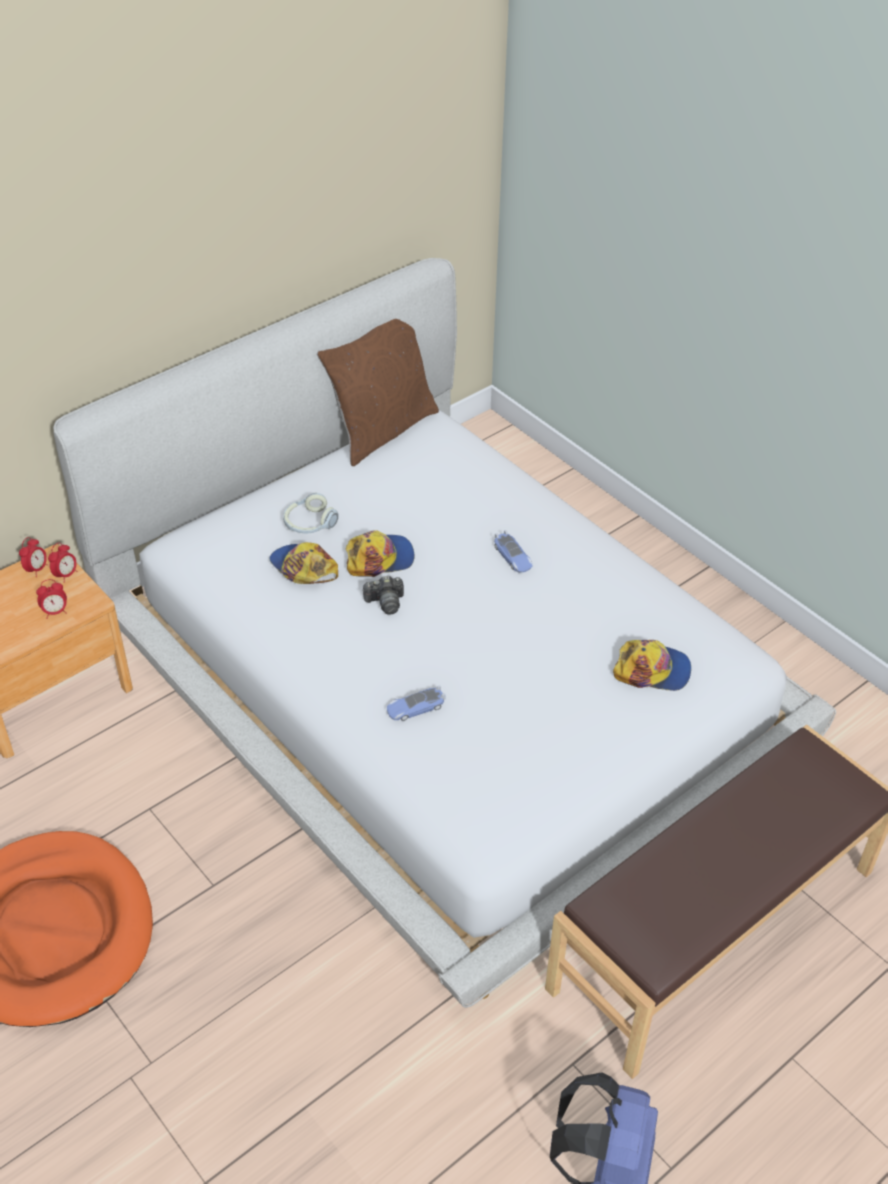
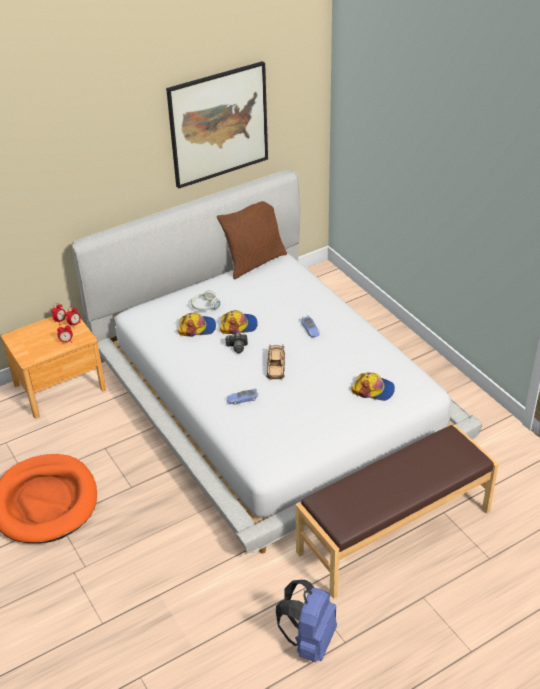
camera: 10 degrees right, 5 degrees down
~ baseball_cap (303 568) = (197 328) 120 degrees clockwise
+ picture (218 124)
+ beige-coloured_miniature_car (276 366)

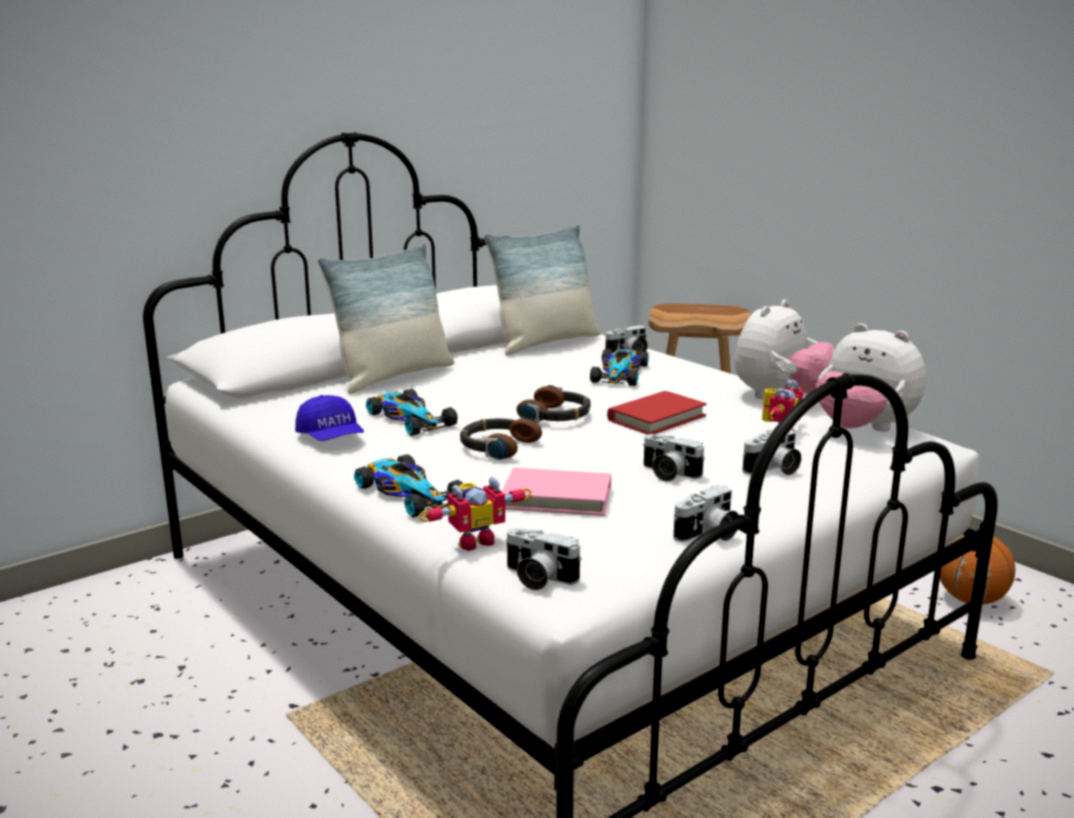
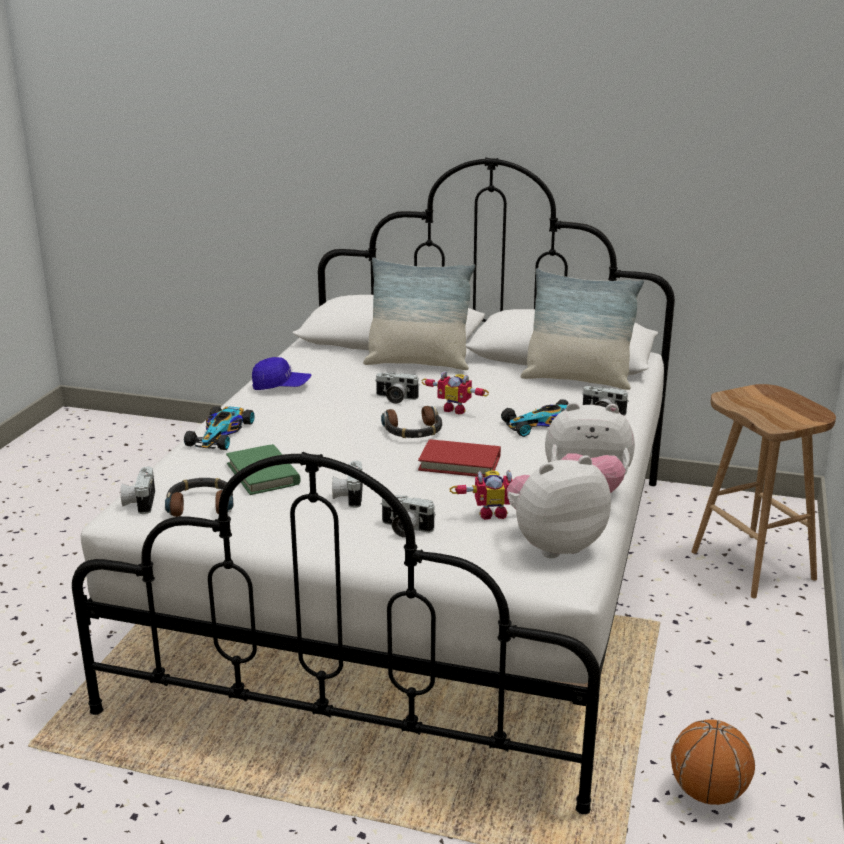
camera: 55 degrees right, 5 degrees up
~ soft_toy (863 429) = (554 545) 60 degrees clockwise
- miniature_car (410 419)
~ bluish_baseball_cap (331 438) = (281 386) 105 degrees counterclockwise
~ headphones (497 446) to (201 505)
~ pink-coloured_volume (557 497) to green_volume (263 474)
~ model_robot (474 541) to (456 409)
~ still_camera (708 534) to (395 398)

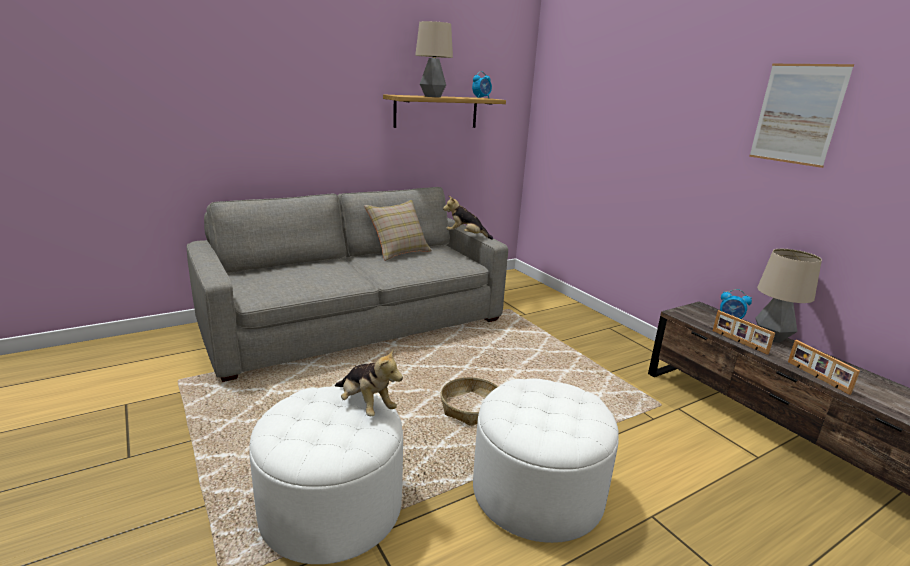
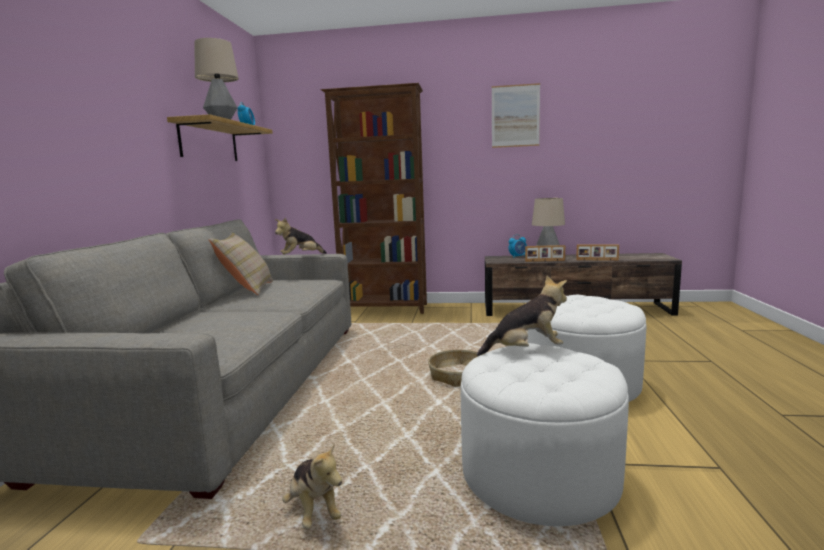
camera: 50 degrees left, 10 degrees down
+ brownish_bookcase (385 309)
+ soft_toy (313 510)

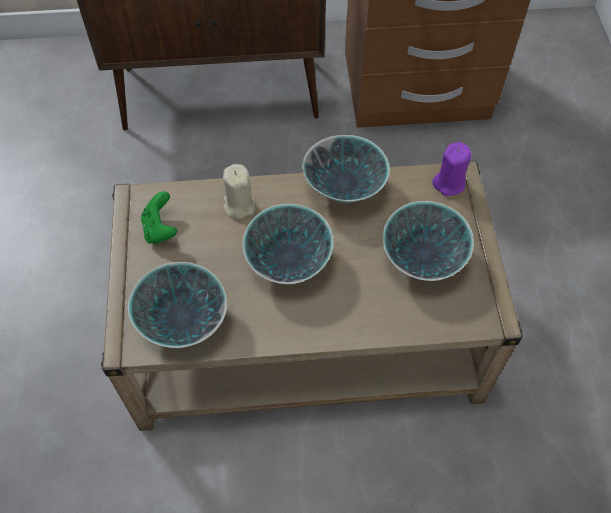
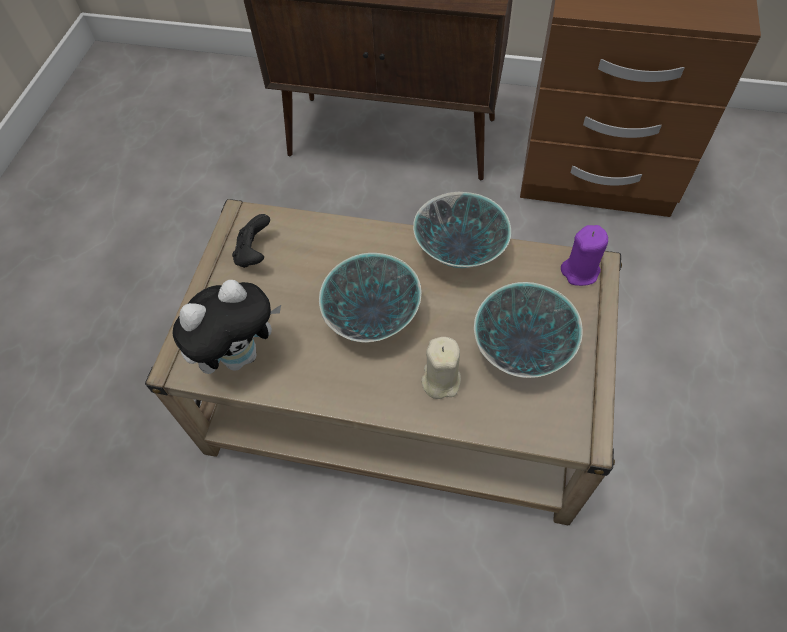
camera: 20 degrees right, 0 degrees up
~ beige-coloured_candle (239 205) to (440 380)
~ green_joypad (160 229) to blackish_joypad (254 254)
~ deep_dish (182 321) to soft_toy (241 354)

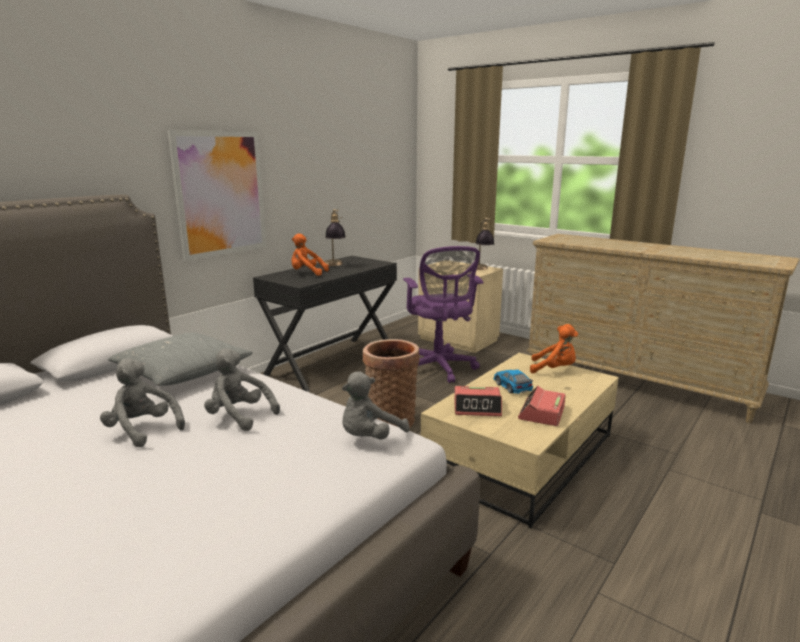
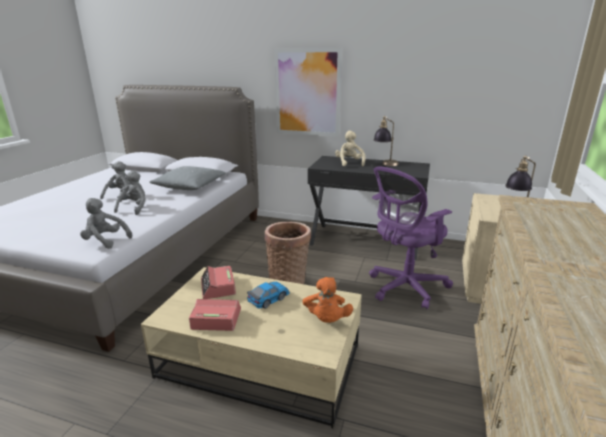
camera: 70 degrees right, 5 degrees up
~ orange-coloured_soft_toy (307 273) to beige-coloured_soft_toy (349 163)

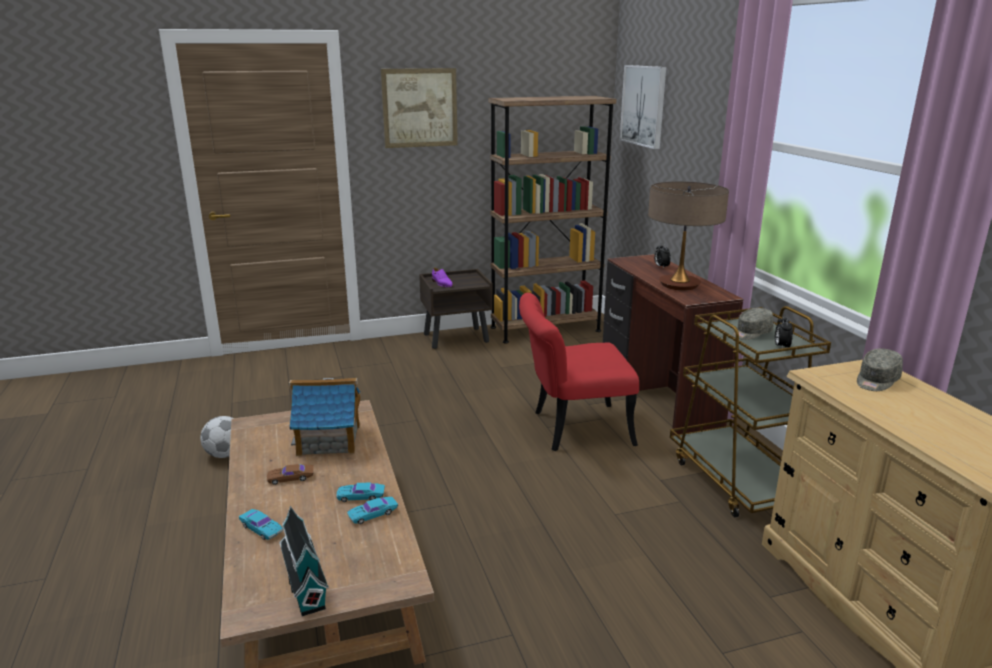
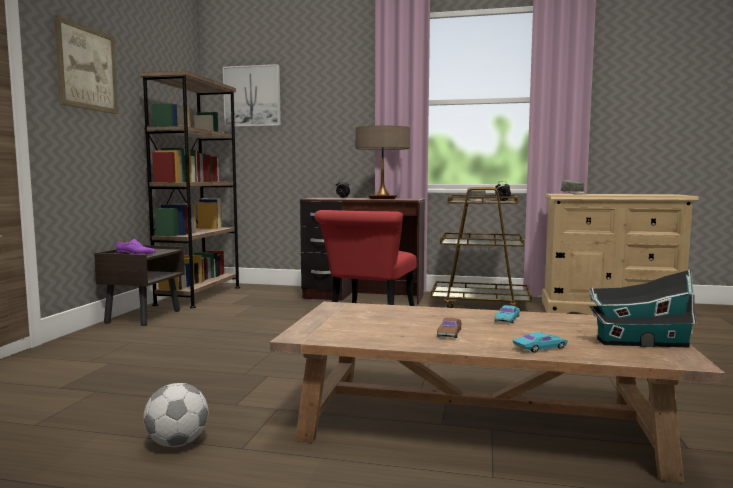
camera: 60 degrees left, 15 degrees down
- model_house (329 440)
- turquoise-coloured_miniature_car (373 514)

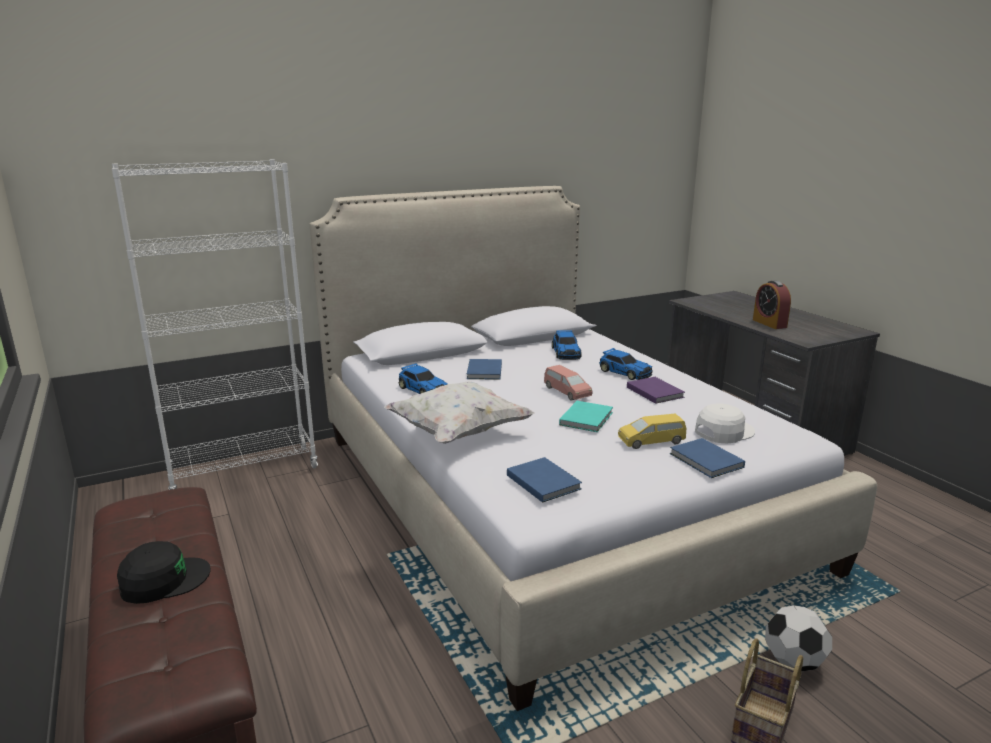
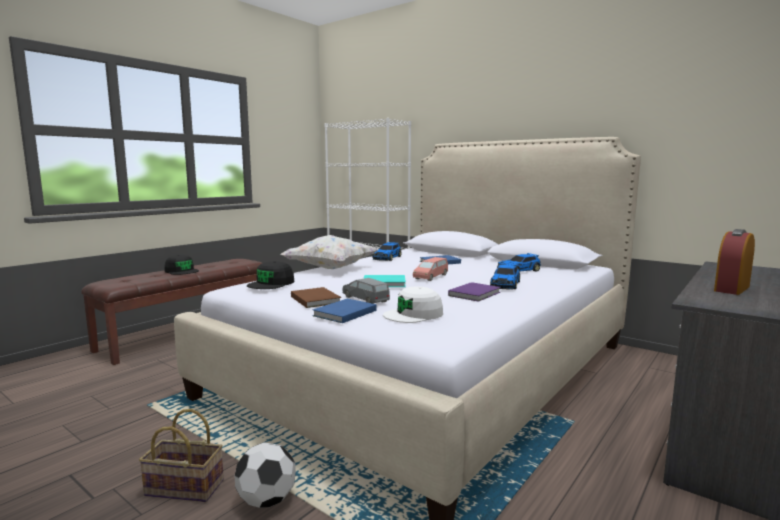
camera: 65 degrees right, 10 degrees down
~ white_baseball_cap (723 431) = (414 314) 120 degrees clockwise
~ yellow_miniature_car (651 441) to grey_miniature_car (365 299)
~ bluish_volume (543 481) to blackish_baseball_cap (271 283)
+ brownish_volume (315 299)

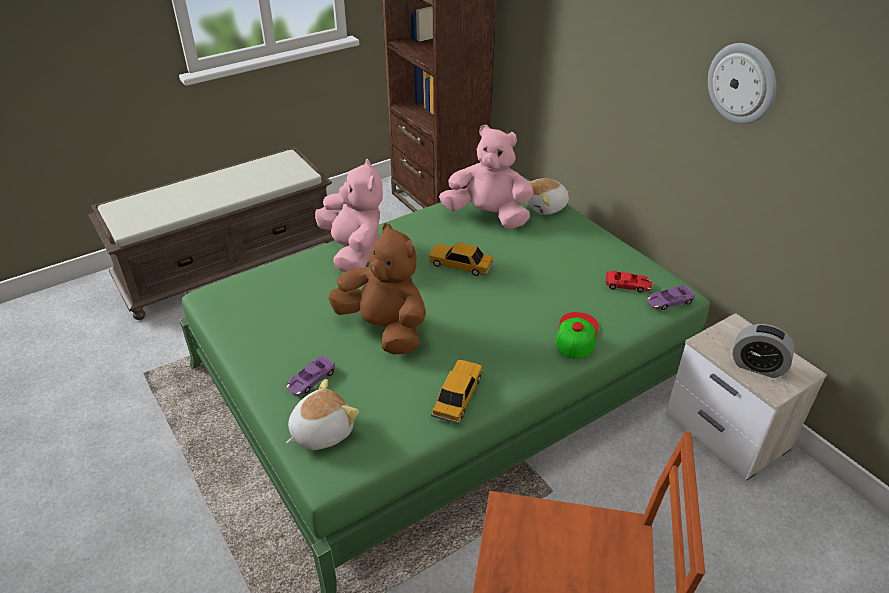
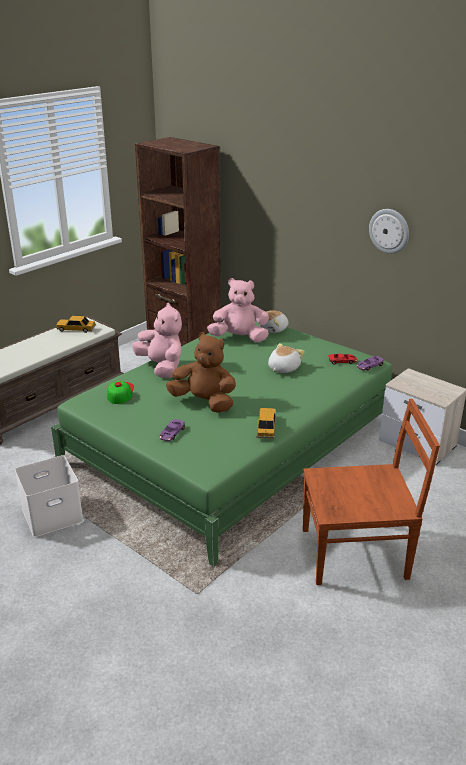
camera: 15 degrees left, 10 degrees down
~ miniature_car (460 265) to (76 329)
~ baseball_cap (576 334) to (120 392)
- bedside_clock (757 366)
~ soft_toy (321 431) to (283 368)
+ white_storage_bin (53 514)

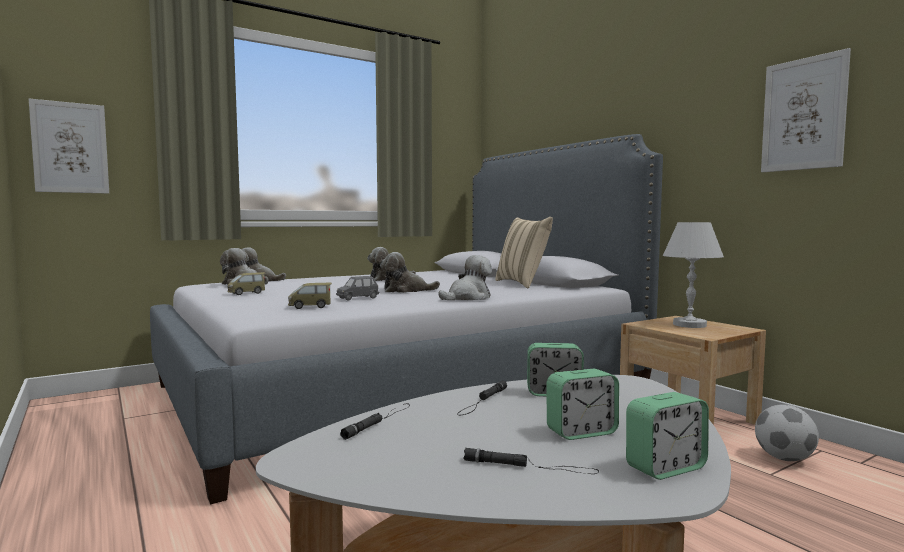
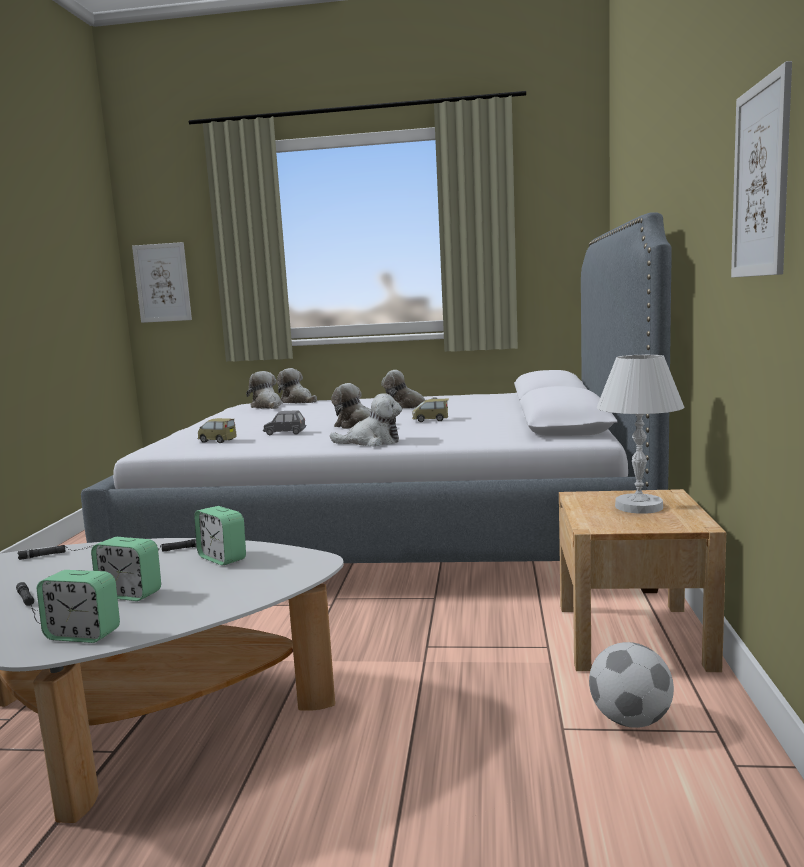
camera: 40 degrees right, 5 degrees up
- beige-coloured_throw_pillow (523 284)
~ miniature_car (246 293) to (430 420)

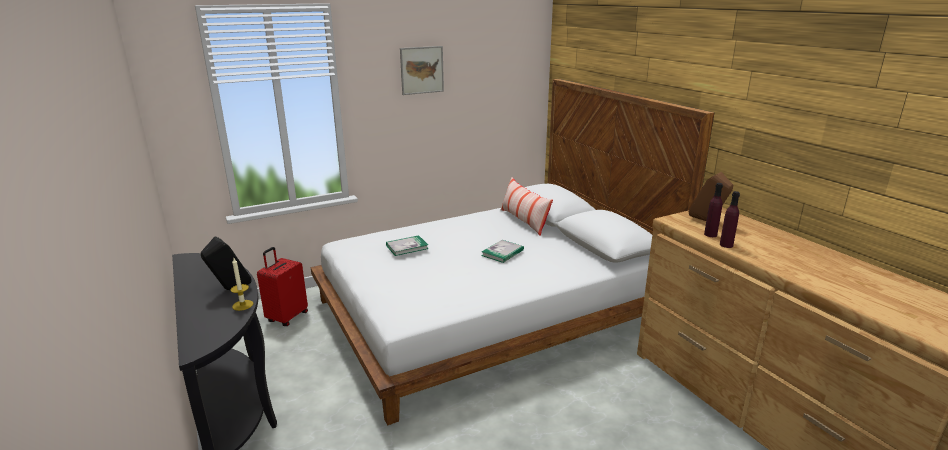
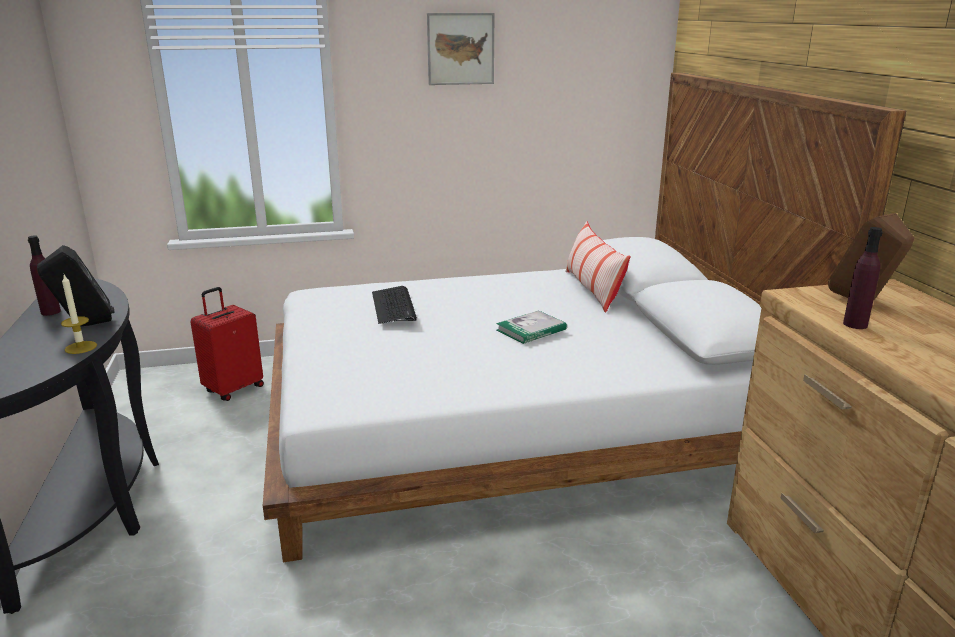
camera: 15 degrees right, 0 degrees up
~ purplish_beverage_bottle (726 245) to (50 312)
~ volume (407 247) to PC_keyboard (394 306)

